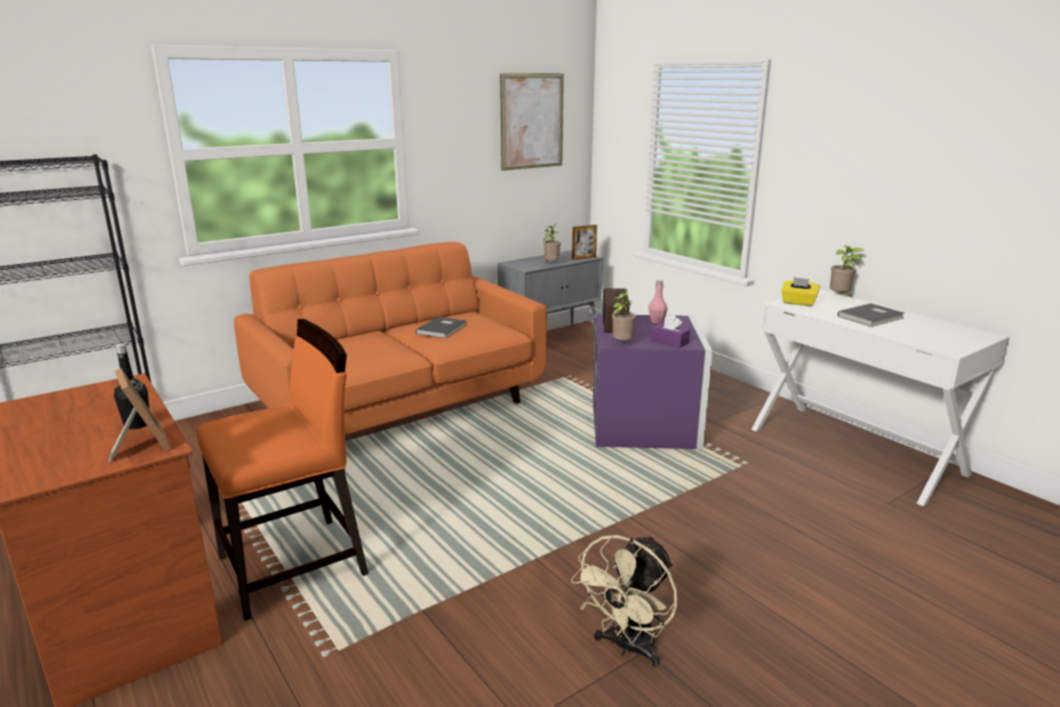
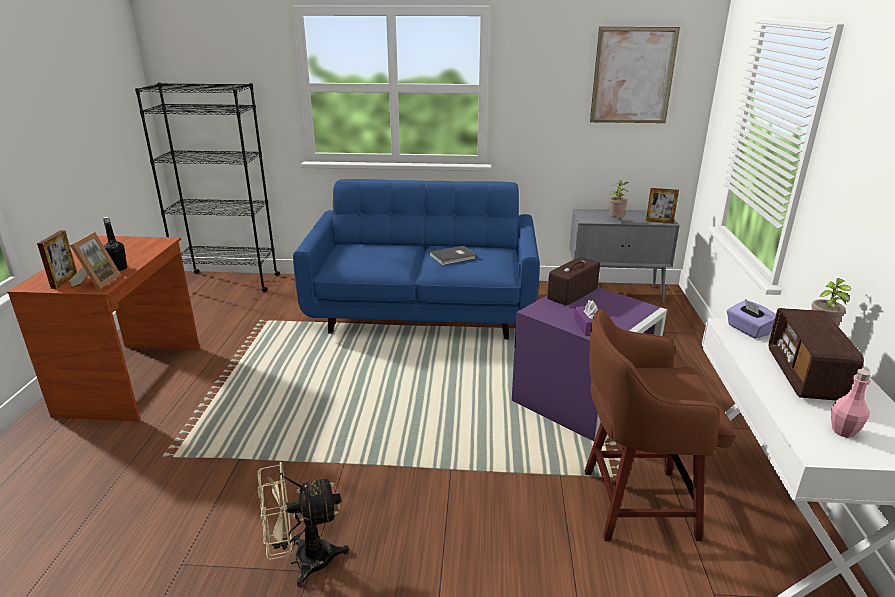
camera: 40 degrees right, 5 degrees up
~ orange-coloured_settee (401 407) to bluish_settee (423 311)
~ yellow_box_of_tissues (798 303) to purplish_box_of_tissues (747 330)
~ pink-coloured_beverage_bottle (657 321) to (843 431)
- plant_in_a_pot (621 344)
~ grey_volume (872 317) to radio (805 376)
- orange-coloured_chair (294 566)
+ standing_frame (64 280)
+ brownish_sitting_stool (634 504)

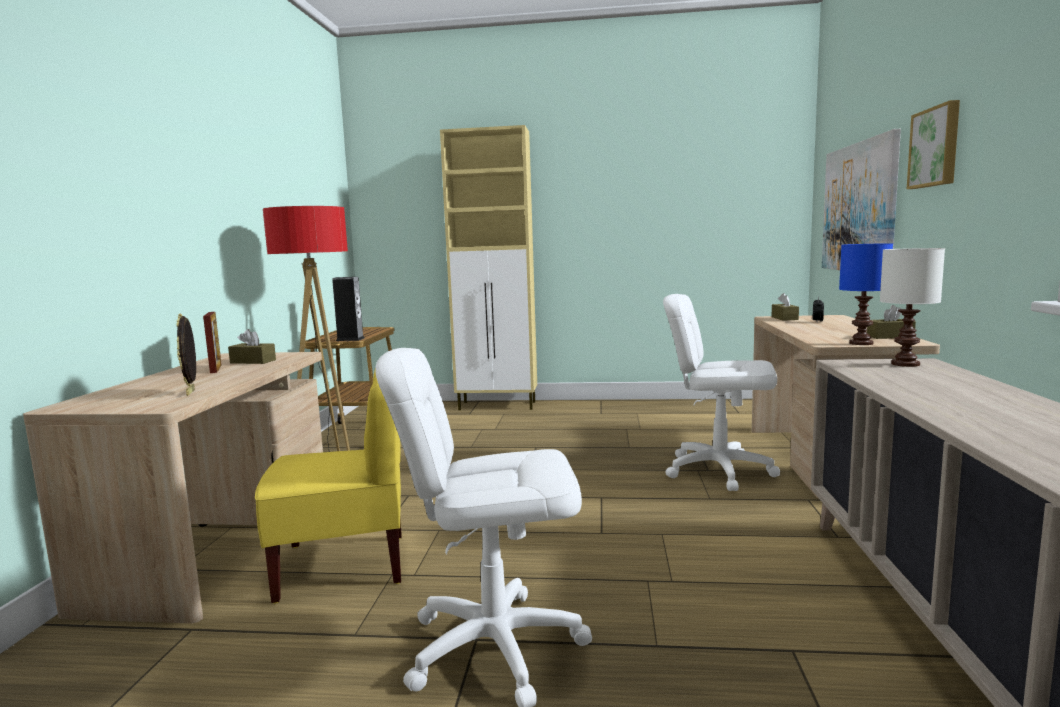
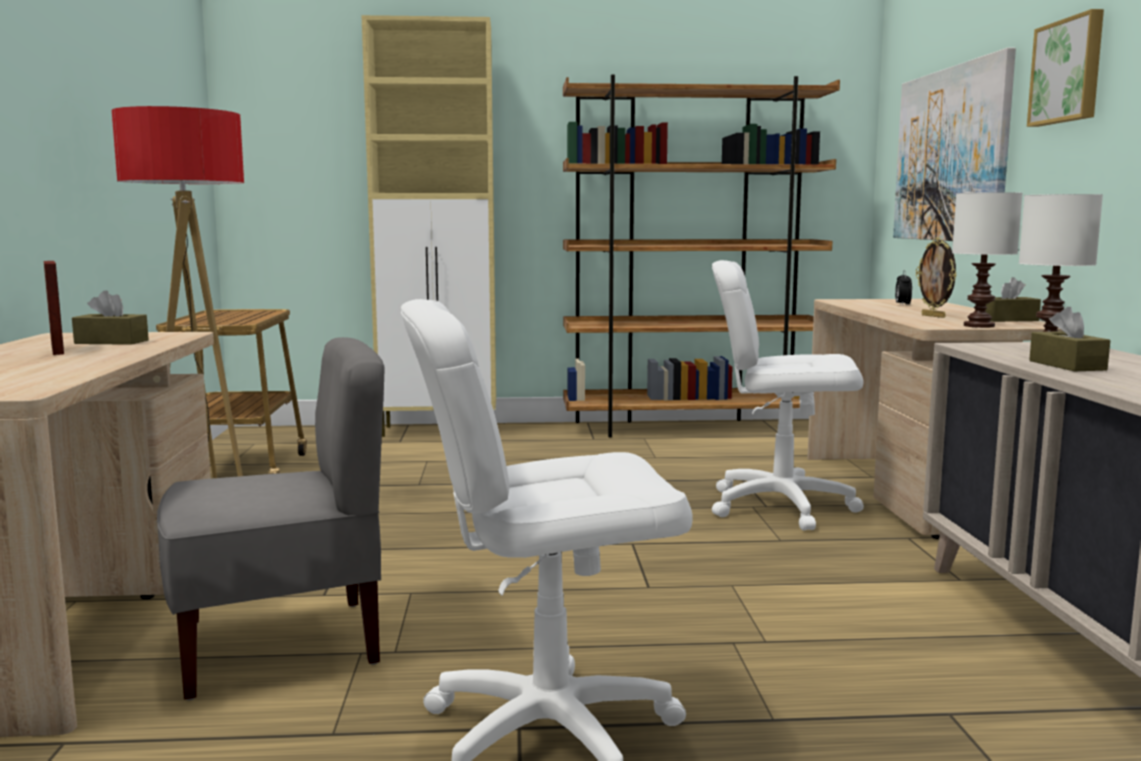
camera: 10 degrees left, 0 degrees up
~ bluish_table_lamp (860 343) to white_table_lamp (977 326)
- loudspeaker (350 339)
~ brownish_box_of_tissues (784 318) to (1067 365)
~ standing_frame (192 392) to (934 316)
~ yellow_chair (344 565) to grey_chair (281 645)
+ brownish_bookcase (690 428)

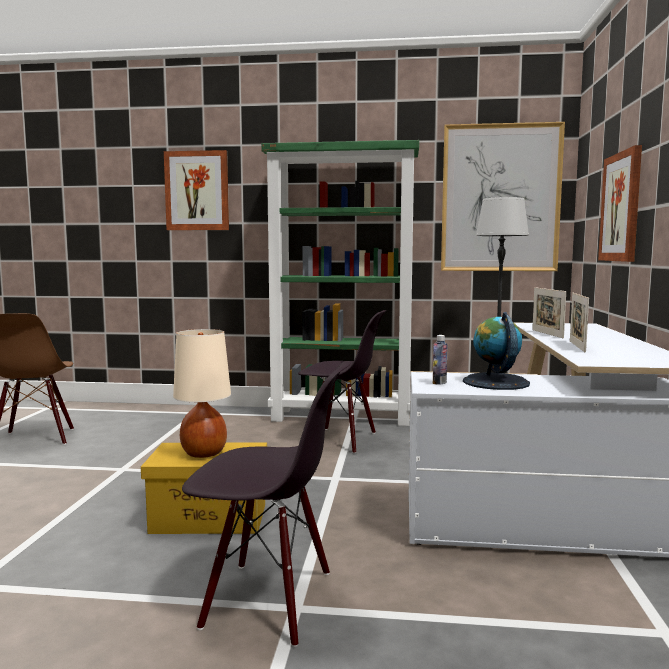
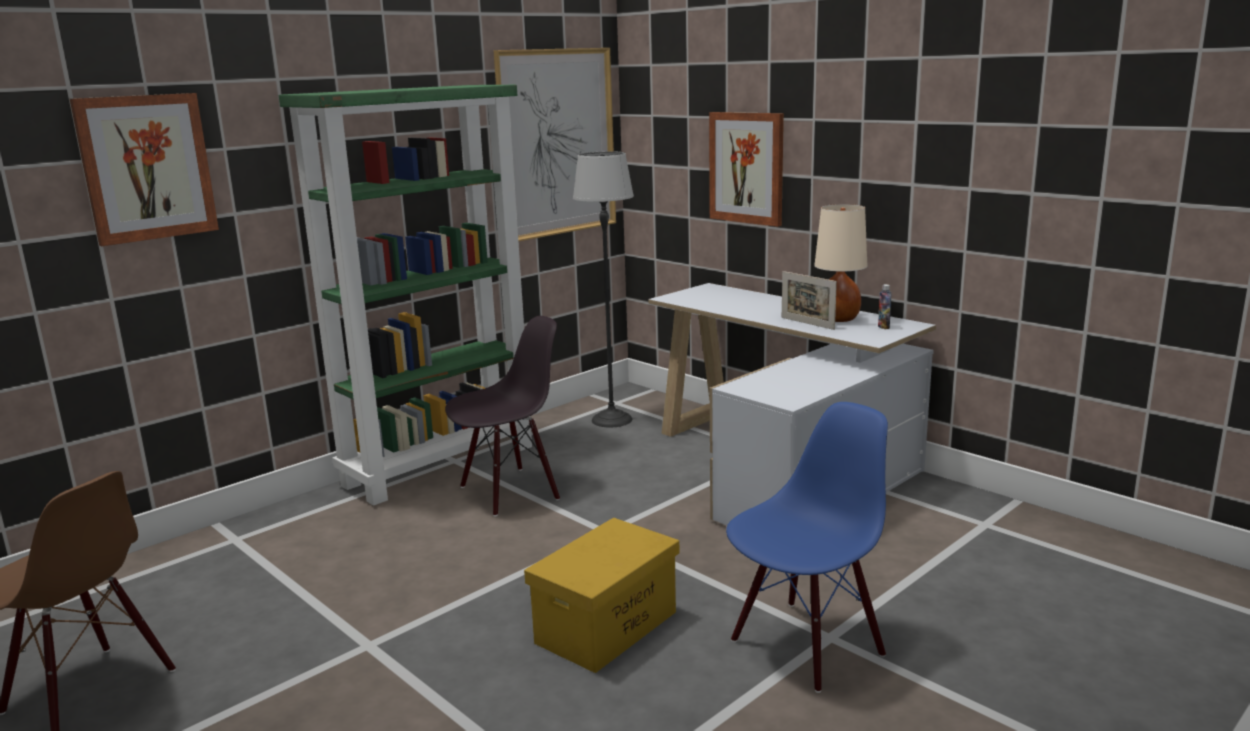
camera: 50 degrees left, 10 degrees up
- standing_frame (547 334)
- world_globe (495 382)
~ beige-coloured_table_lamp (204 453) to (839 319)
~ beverage_bottle (439 383) to (883 327)
~ blackish_chair (268 600) to bluish_chair (806 645)

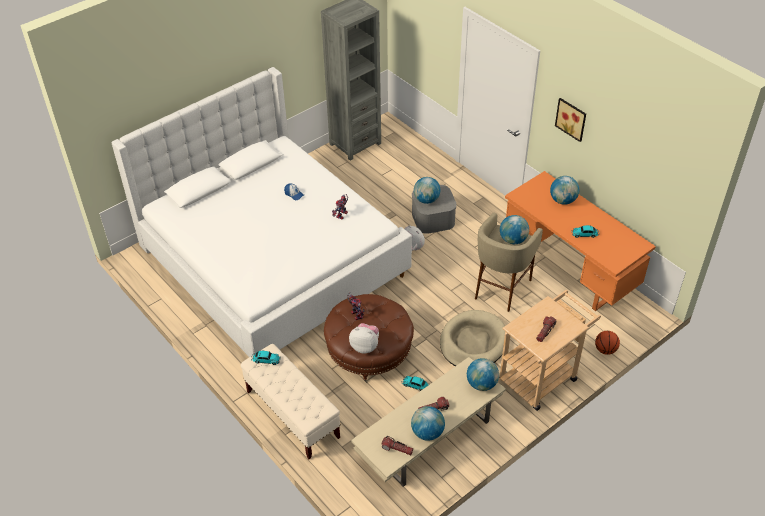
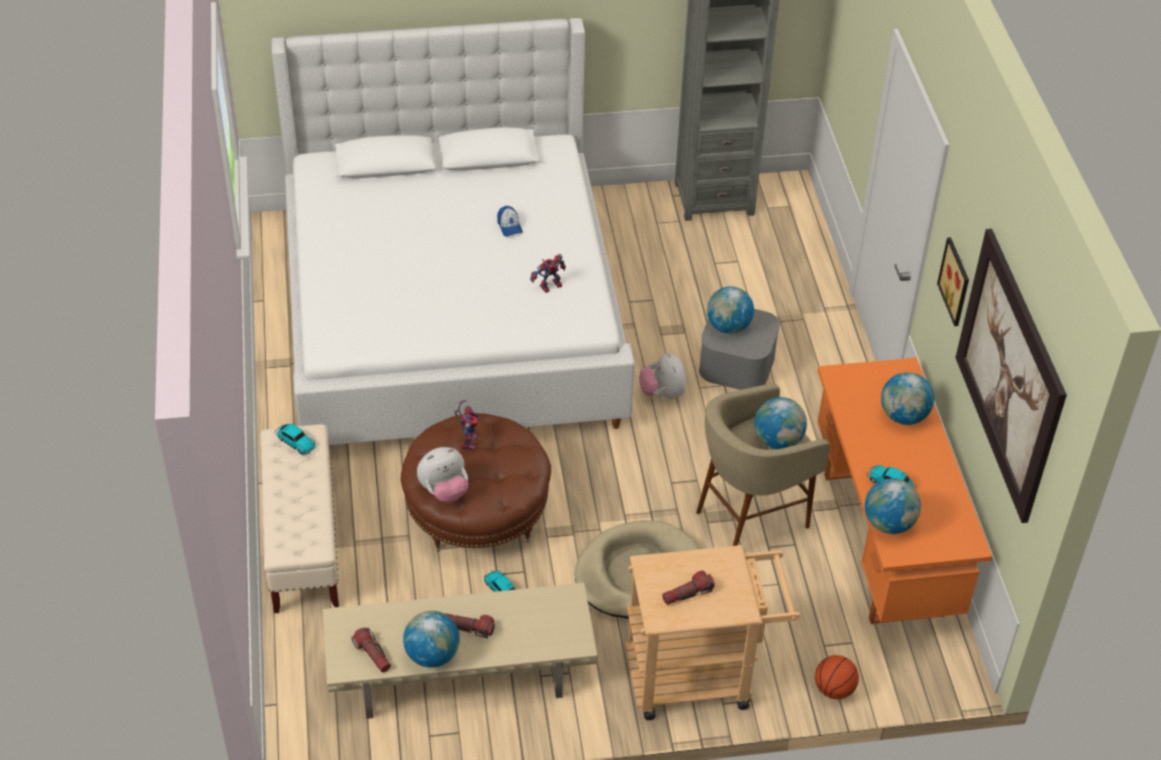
camera: 30 degrees right, 0 degrees up
~ soft_toy (365 346) = (444 491) 105 degrees clockwise
~ world_globe (481 384) to (888 523)
+ picture (1009 374)

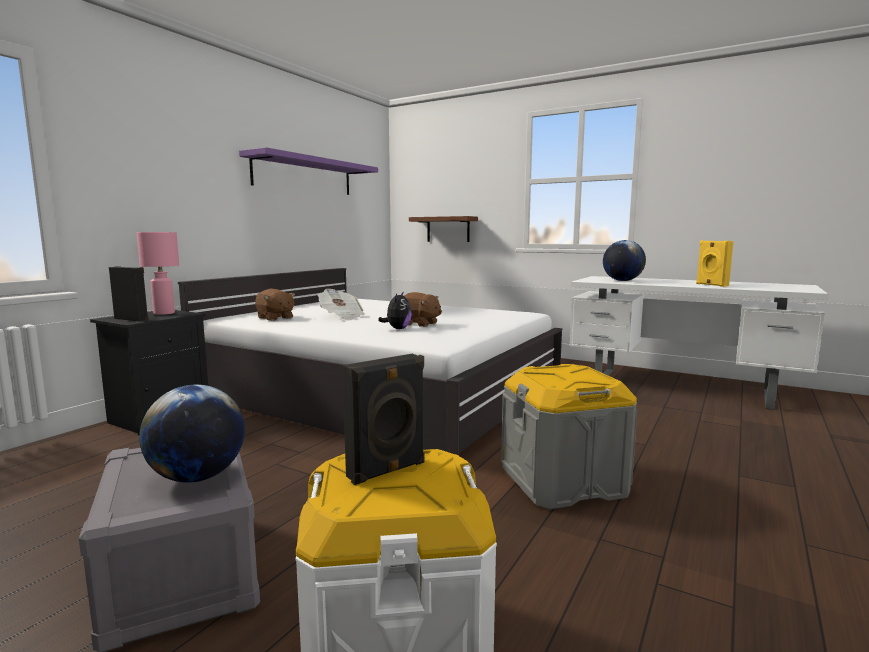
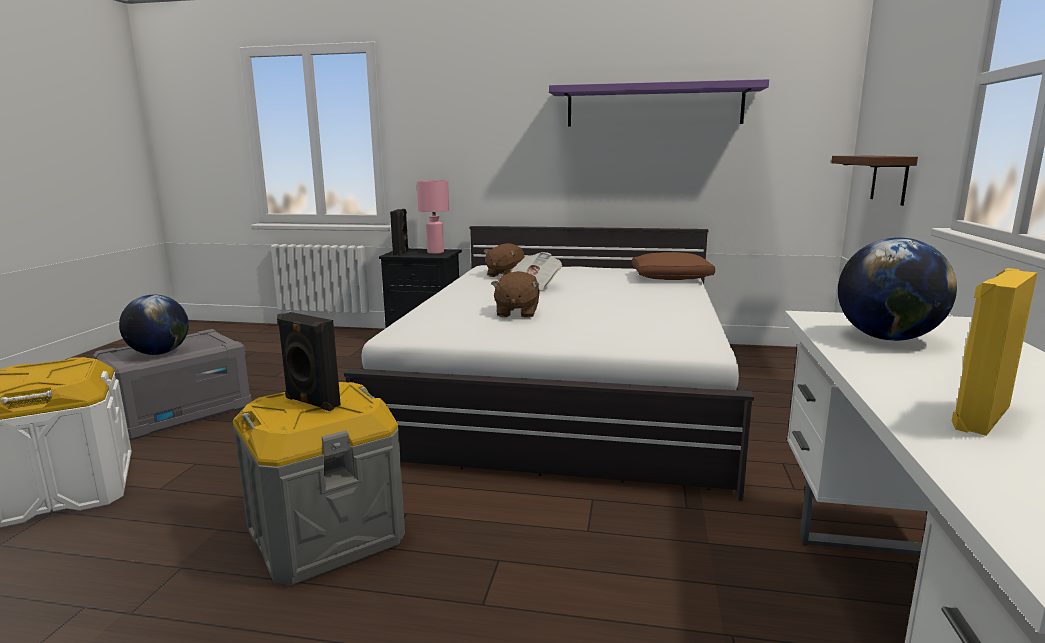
camera: 70 degrees right, 5 degrees up
- soft_toy (397 329)
~ blackish_loudspeaker (387 471) to (311 403)
+ brownish_throw_pillow (671 278)

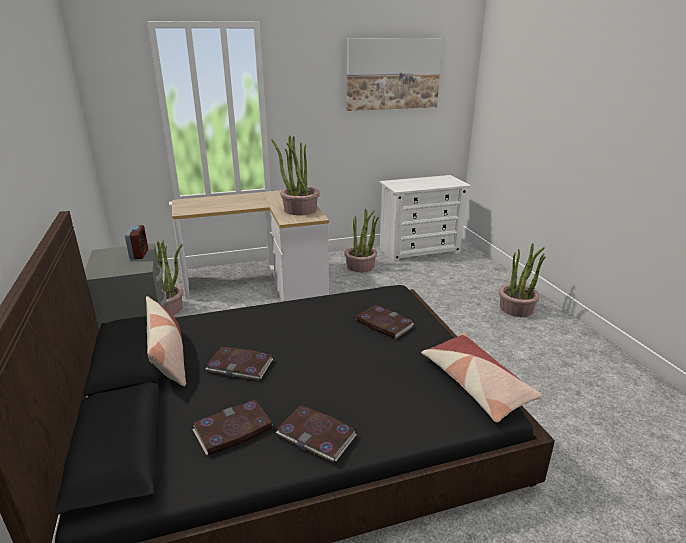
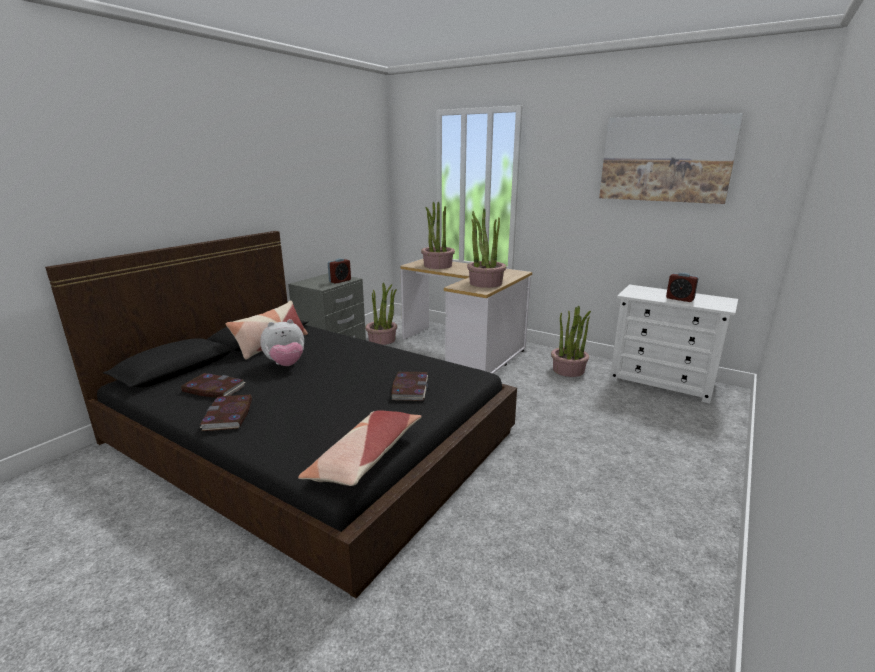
camera: 50 degrees right, 5 degrees down
~ plant_in_a_pot (516 308) to (437 265)
~ volume (240 365) to soft_toy (286 364)
+ bedside_clock (679 299)

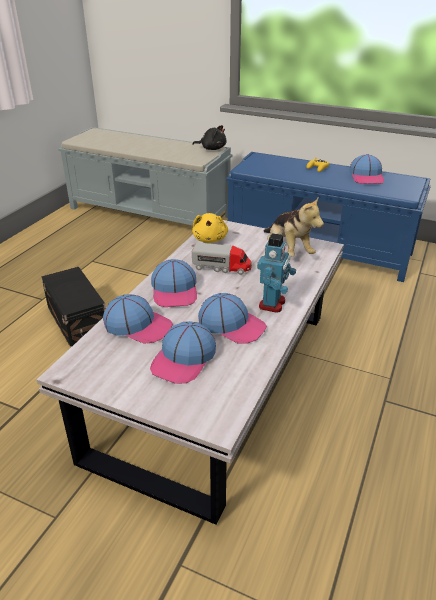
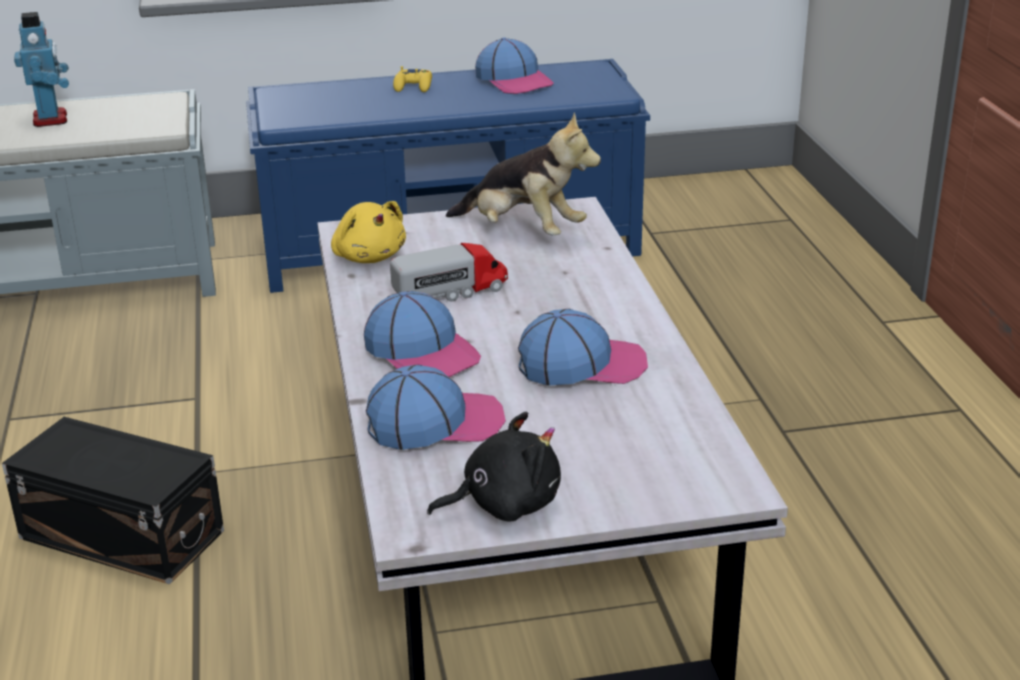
camera: 35 degrees left, 5 degrees down
~ blackish_soft_toy (212 148) to (504 504)
~ model_robot (272 304) to (51 119)
- baseball_cap (184 359)

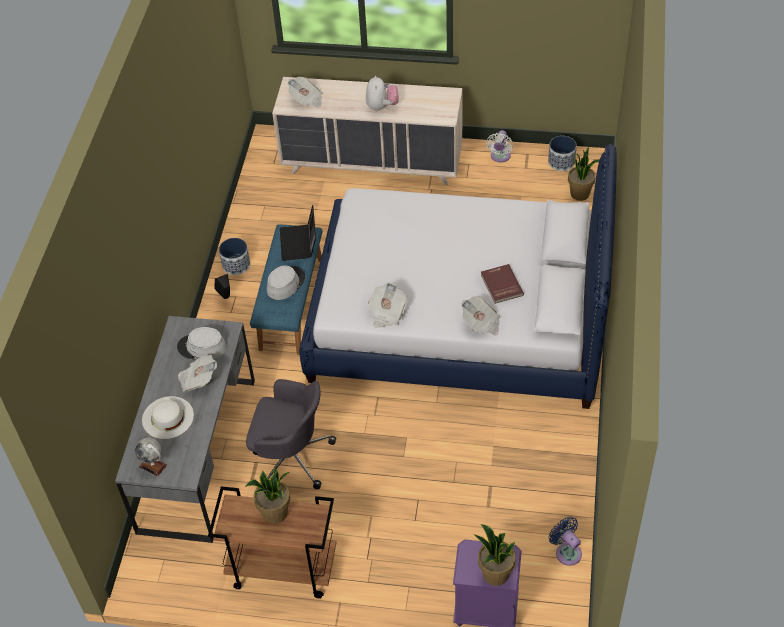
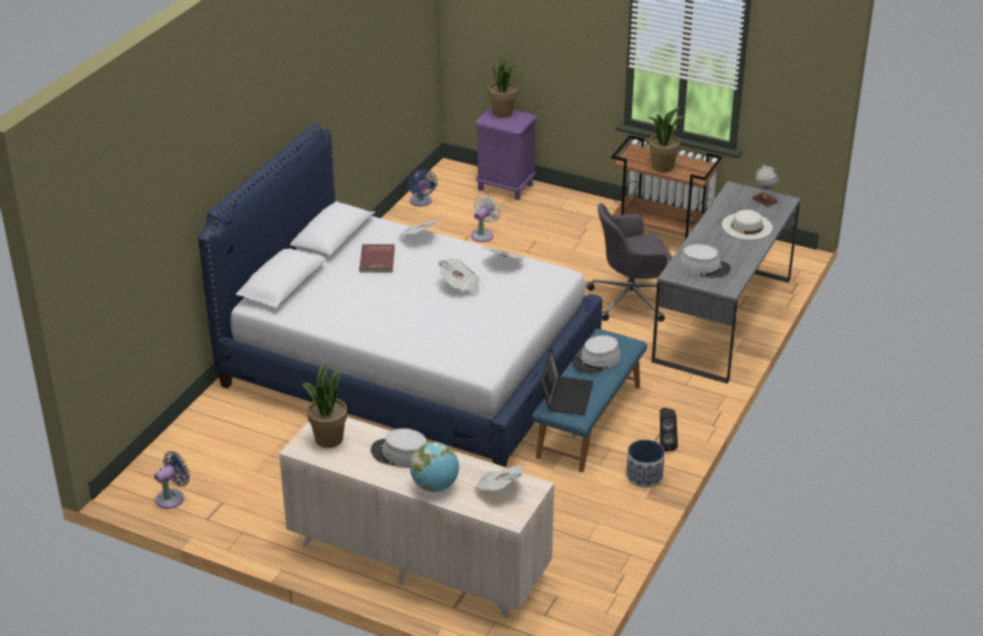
camera: 165 degrees left, 15 degrees down
~ soft_toy (382 106) to grey_hat (400 454)
~ white_fan (500 157) to (483 234)
~ plant_pot (561 162) to bluish_fan (172 497)
~ plant_in_a_pot (580 194) to (328 439)
~ newspaper (198 380) to (460 286)
~ grey_desk_chair (291 457) = (631 299) 45 degrees counterclockwise
+ world_globe (435 486)

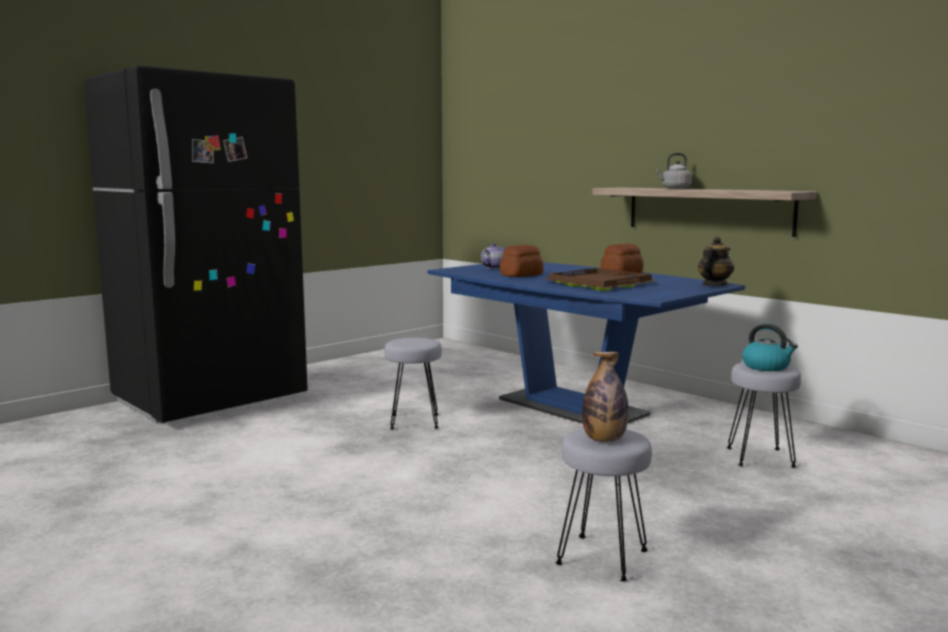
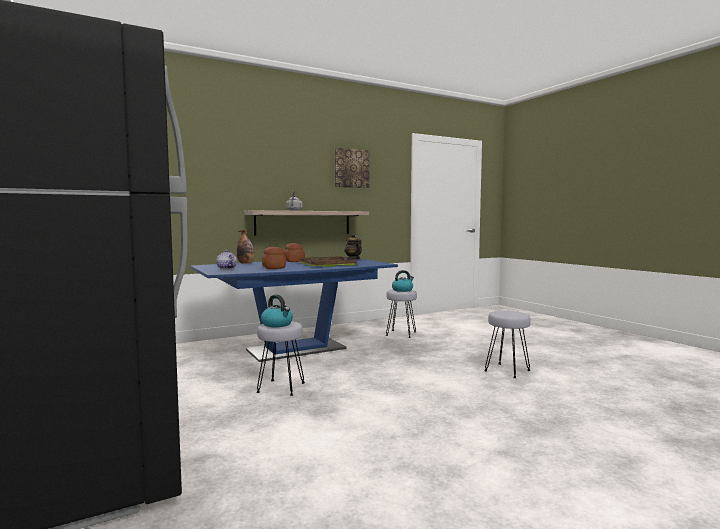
camera: 75 degrees left, 5 degrees down
~ beverage_bottle (604 440) to (246 263)
+ picture (351 168)
+ kettle (277 324)

